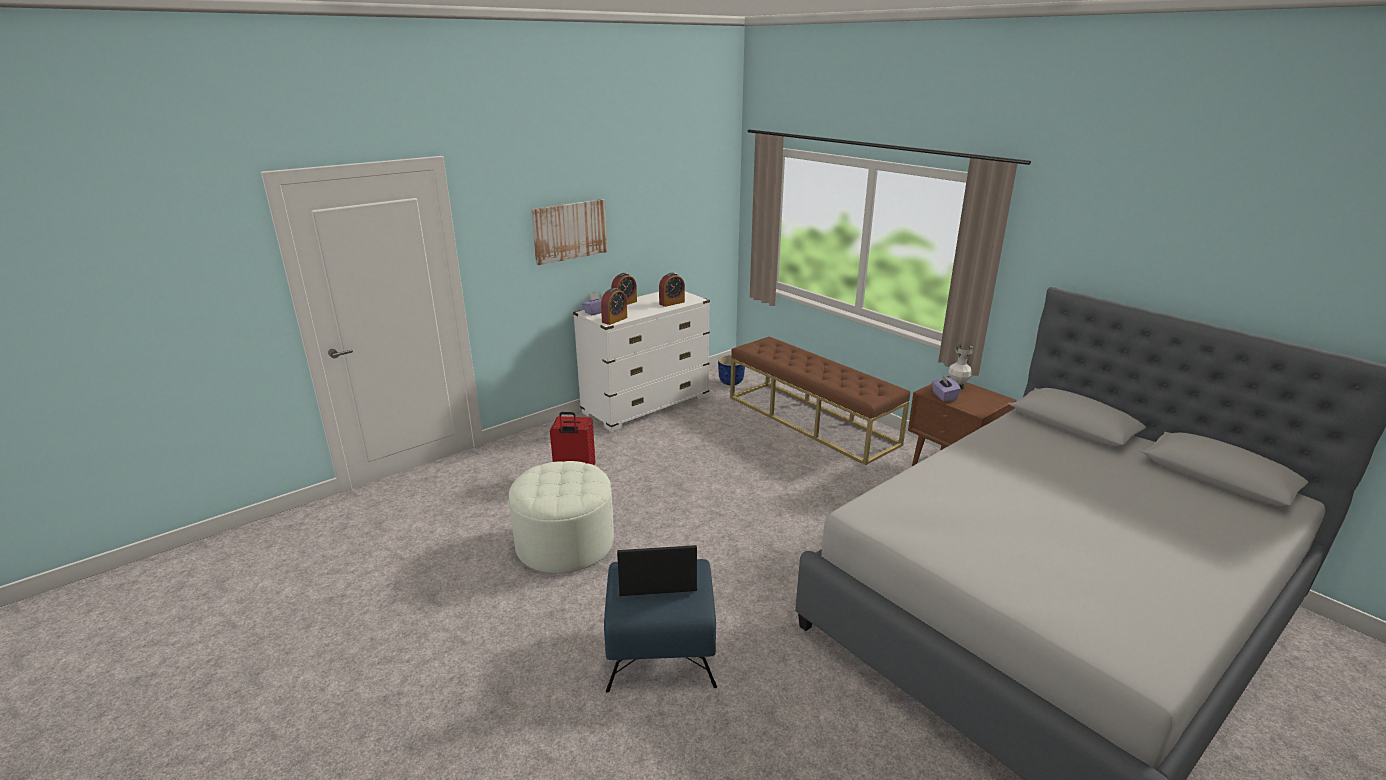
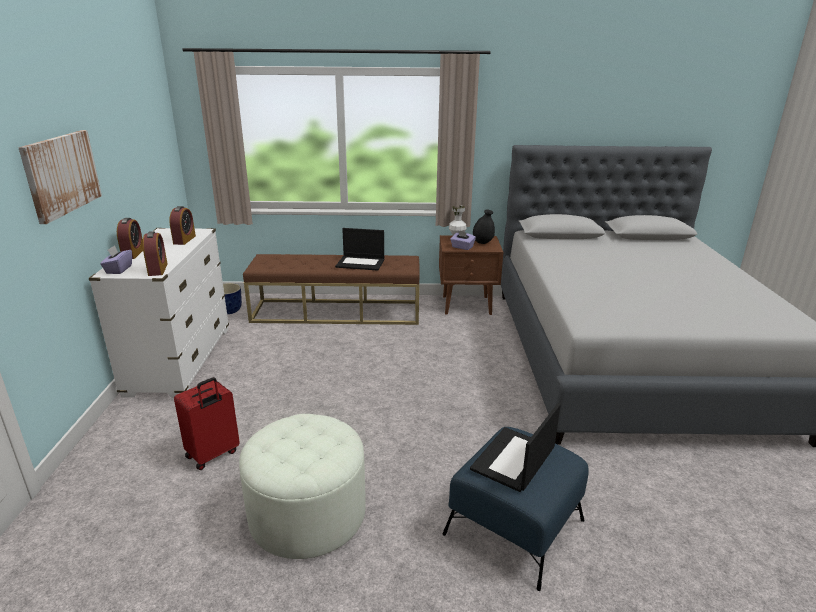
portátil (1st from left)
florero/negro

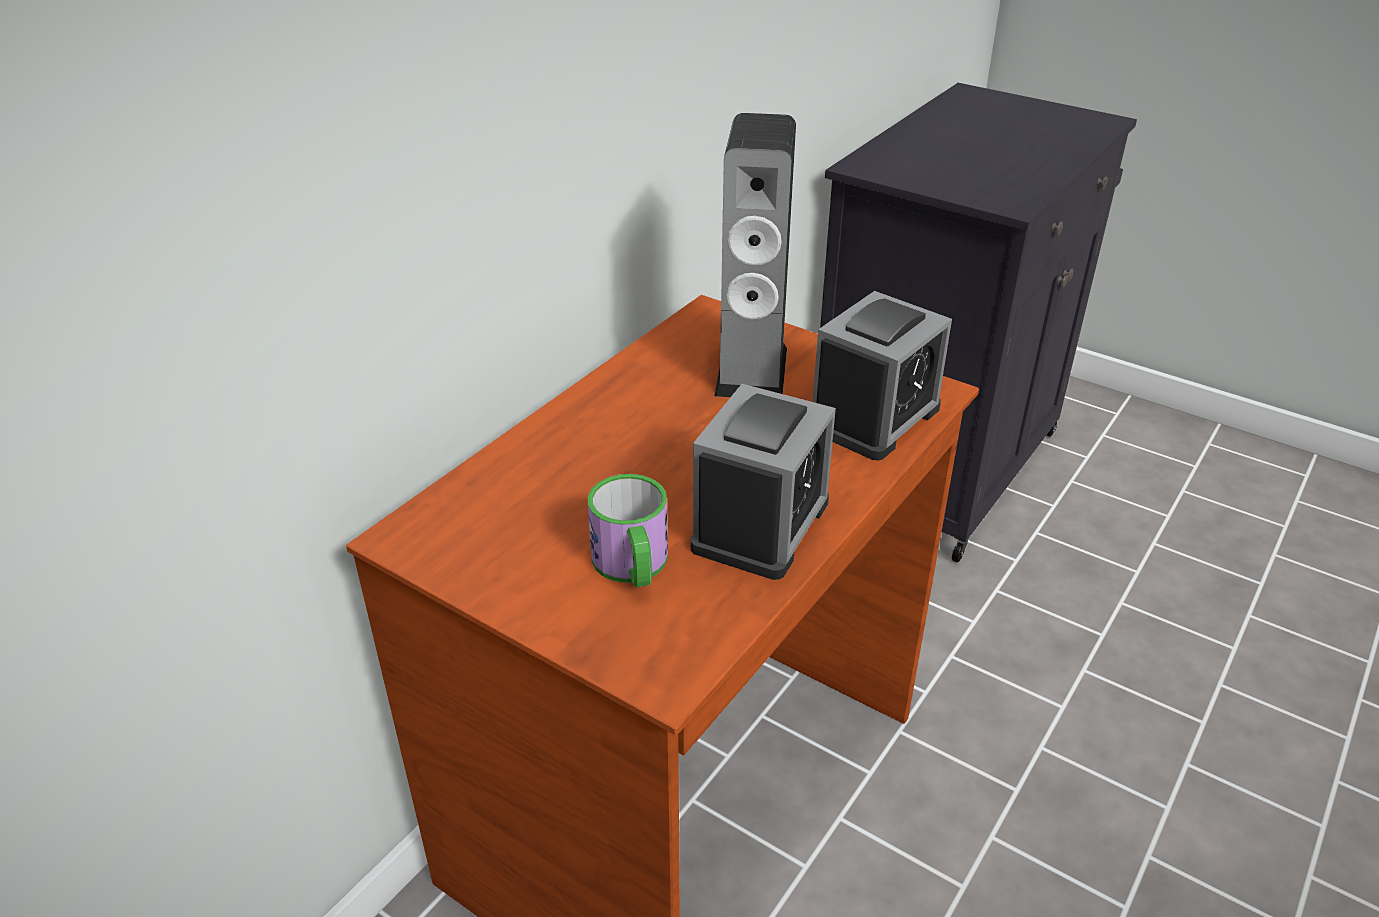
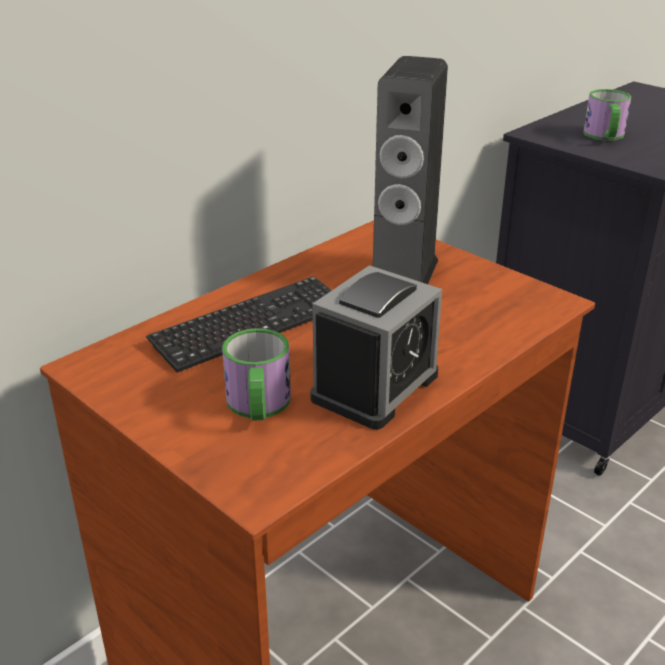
despertador (2nd from left in the first image)
teclado
taza grande (2nd from left)

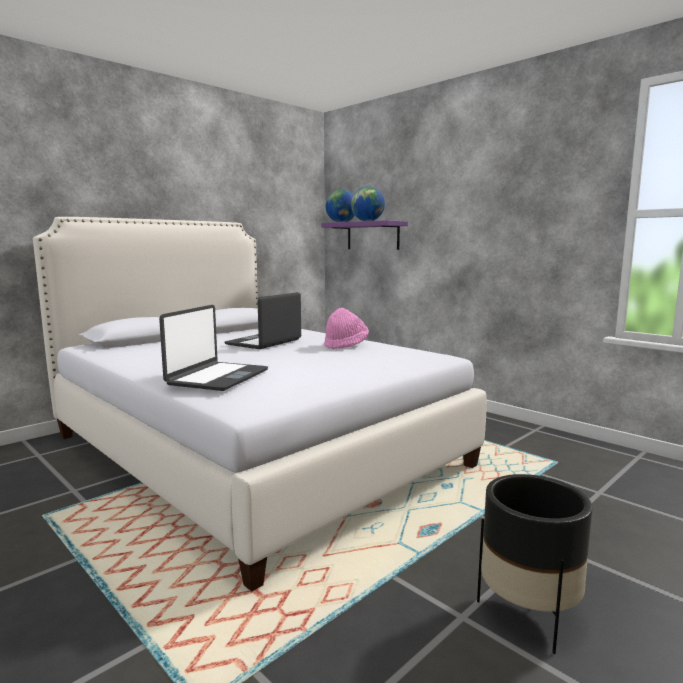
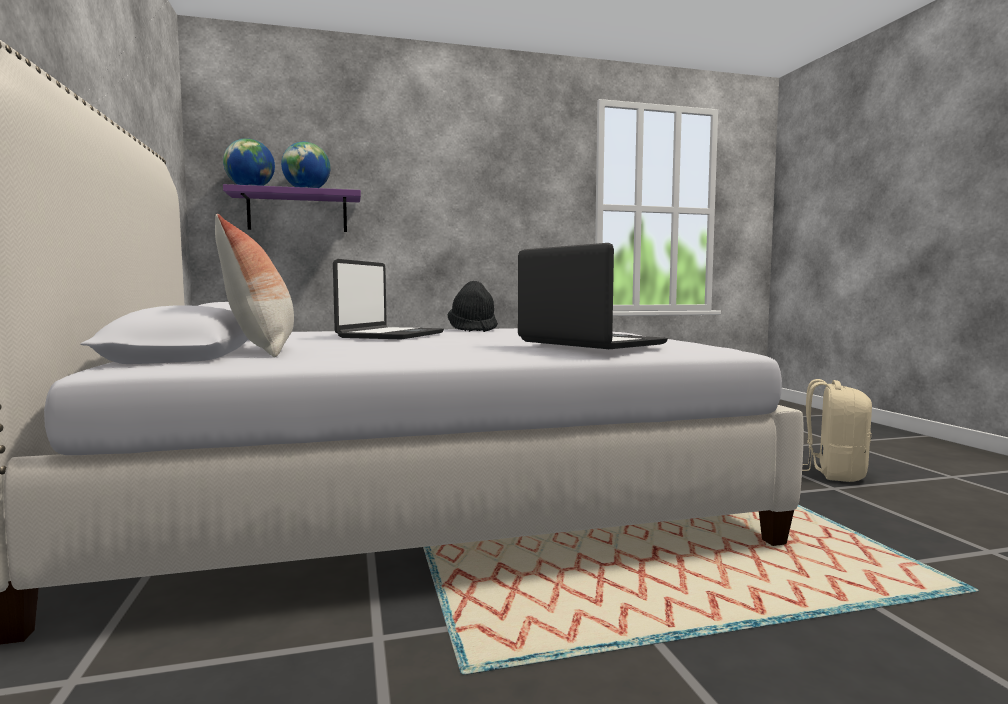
portátil (1st from left)
sombrero/negro
mochila/beis
cojín

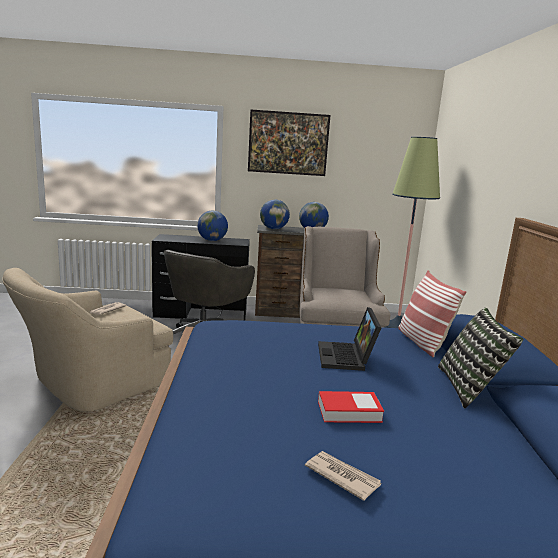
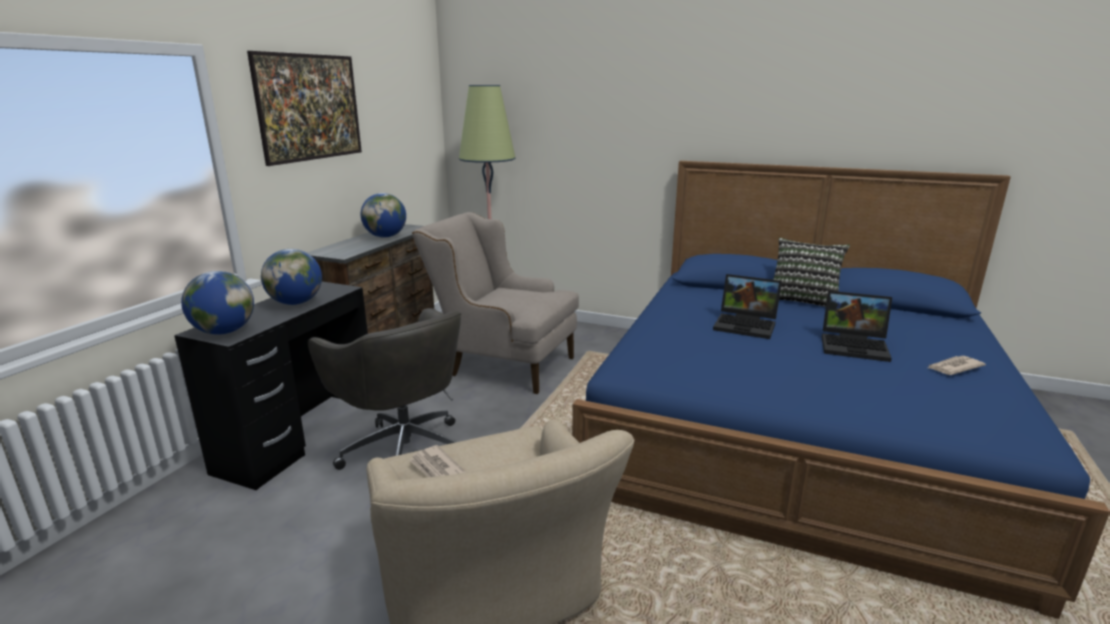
globo terráqueo (1st from left)
portátil (2nd from left)
cojín (1st from left in the first image)

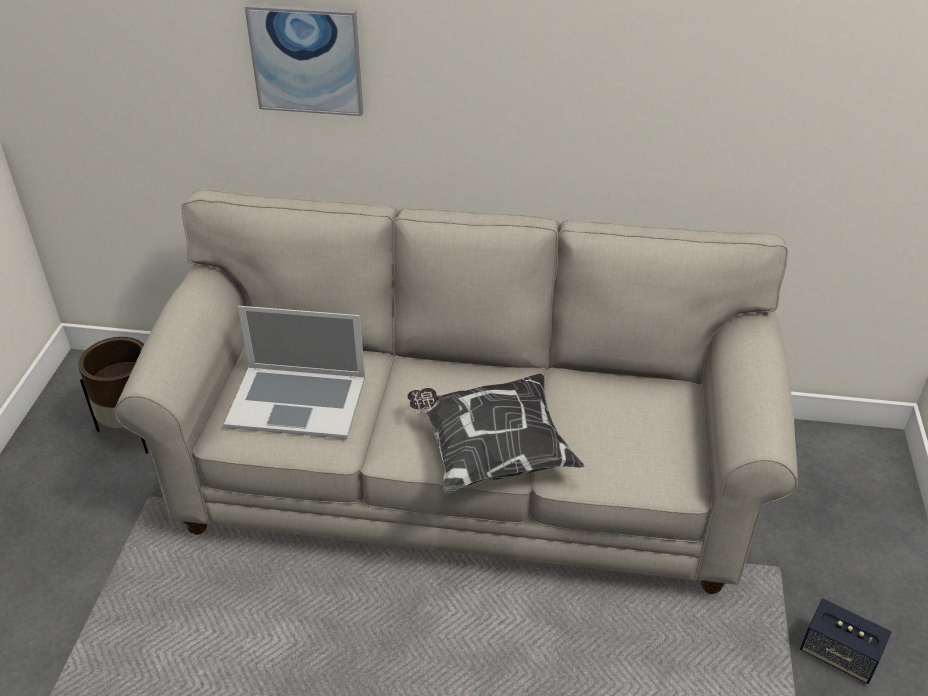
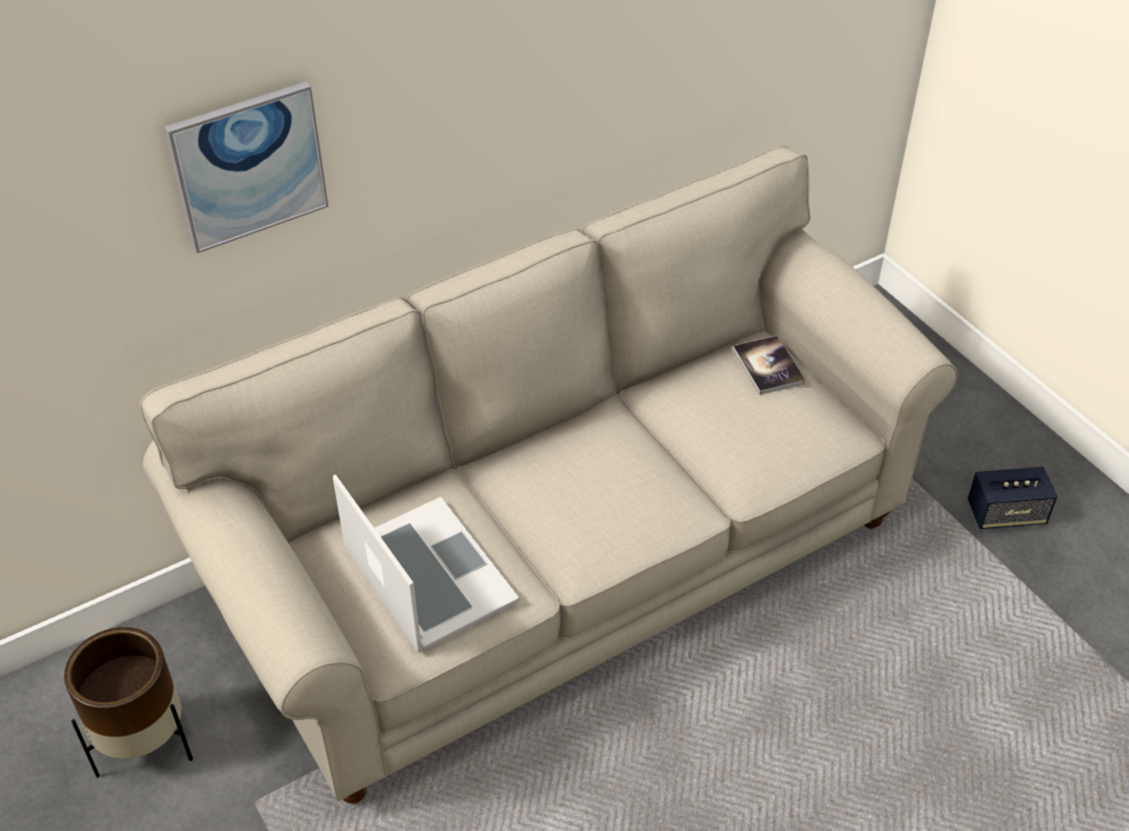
portátil
cojín
libro

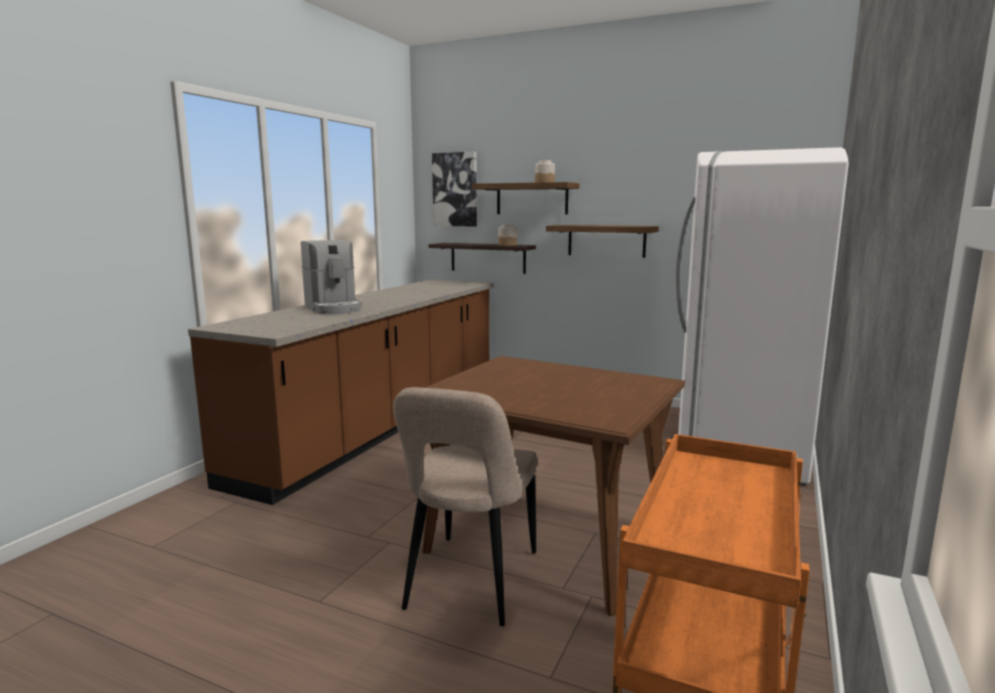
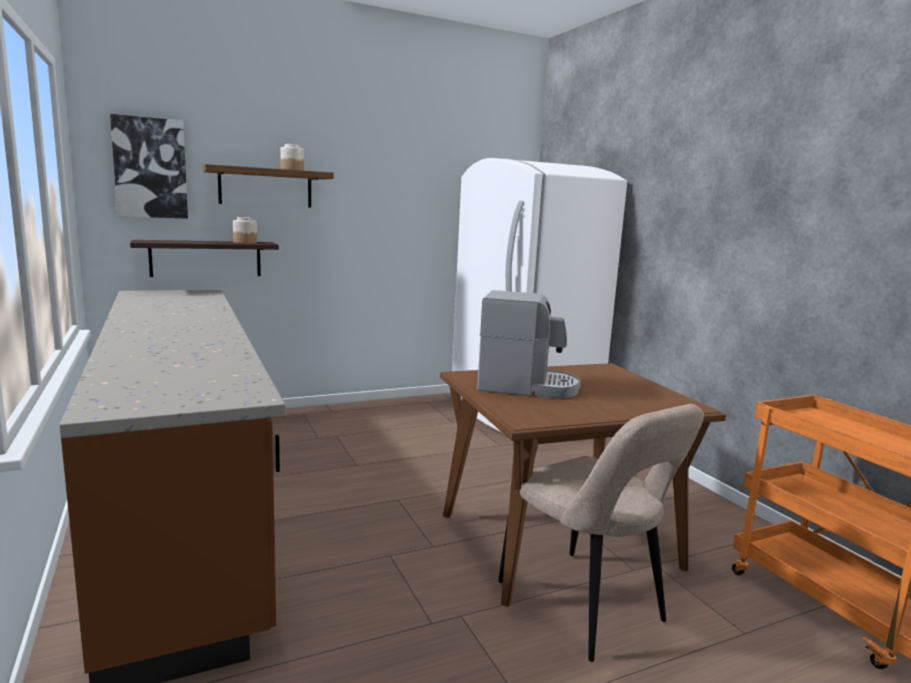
cafetera
estante (3rd from left in the first image)

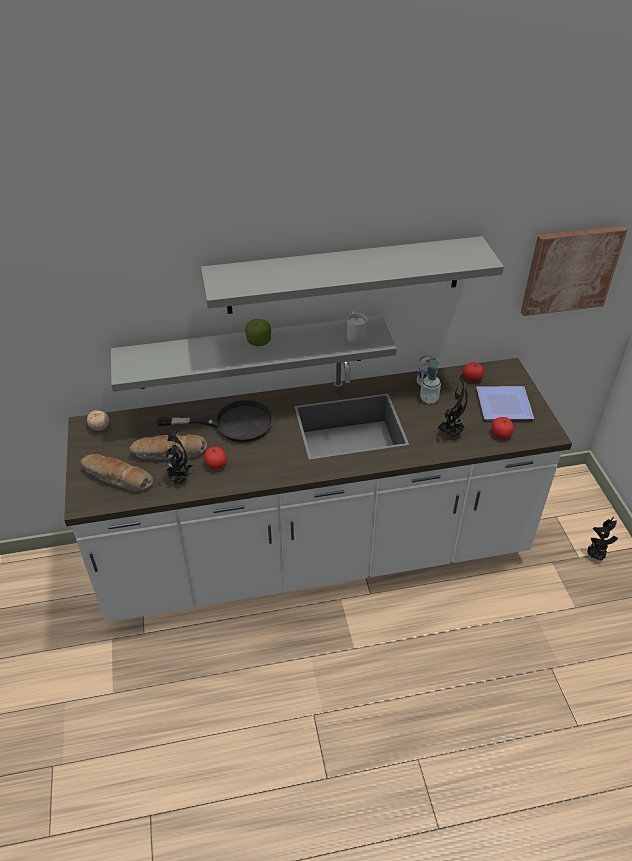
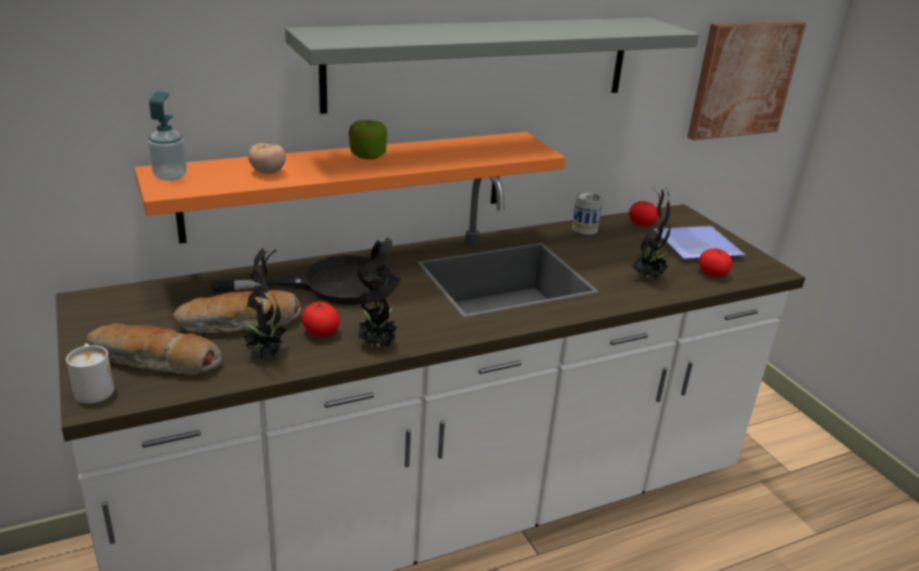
tomate (1st from left)
estante/naranja
taza grande/blanco
dispensador de jabón
planta en maceta (2nd from left)

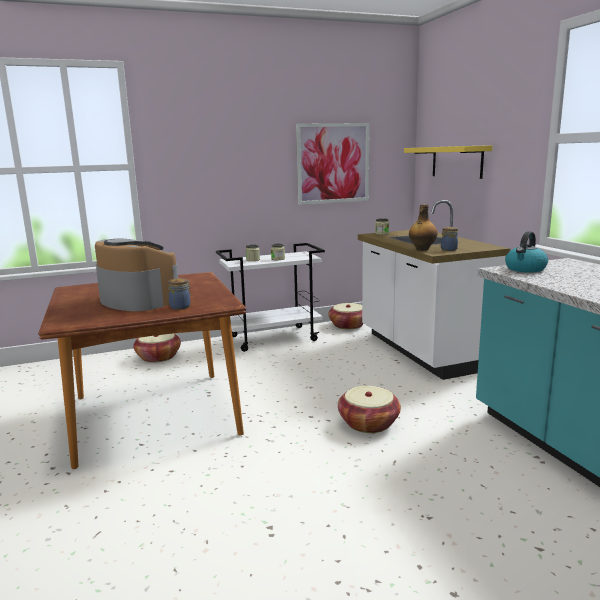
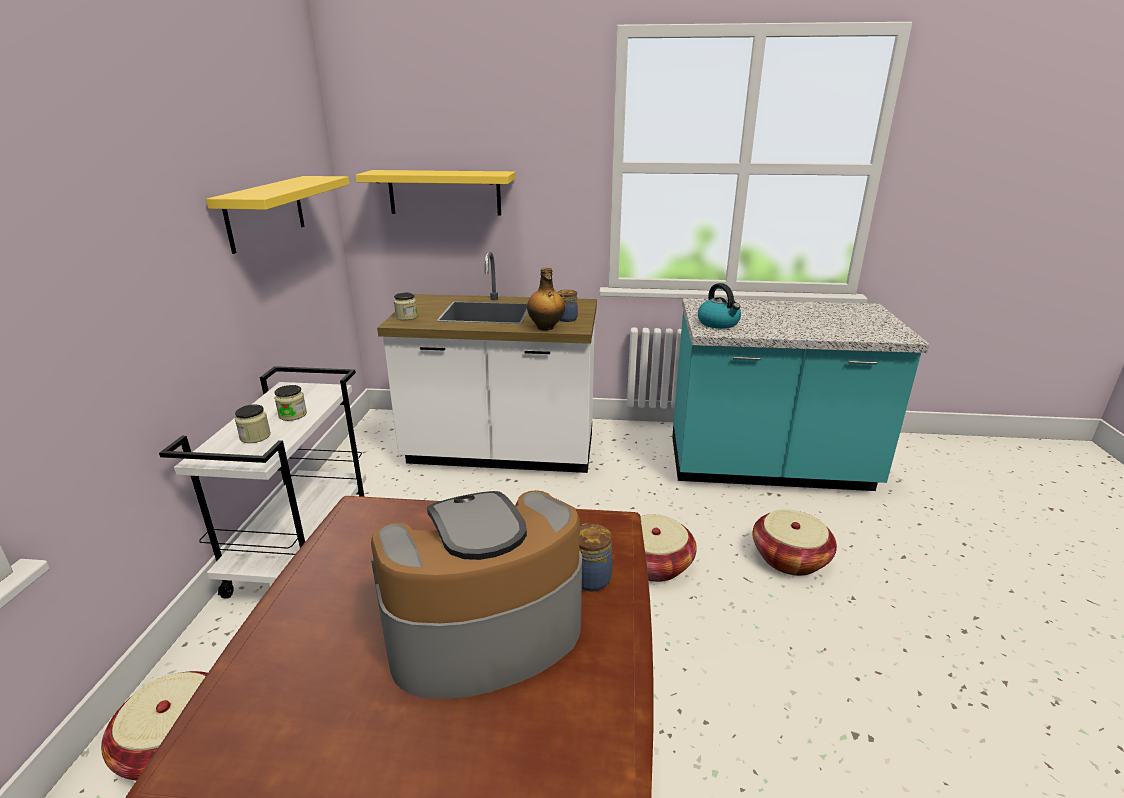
estante/amarillo (1st from left)
cesta (3rd from left)

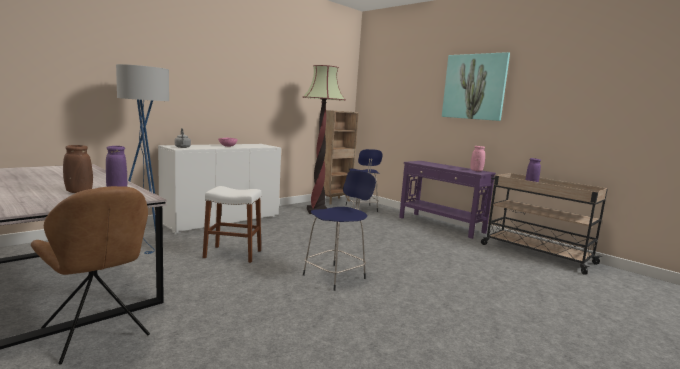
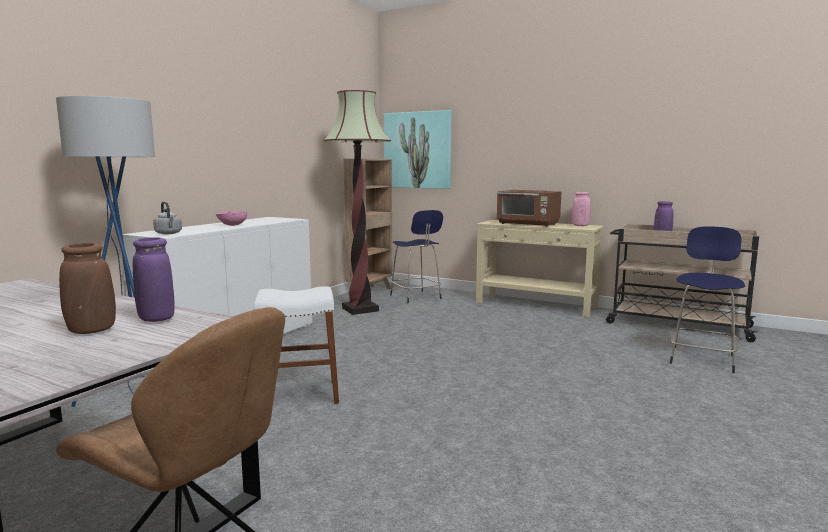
taburete/azul (2nd from left)
mesa consola/beis
cuadro
microondas/marrón

